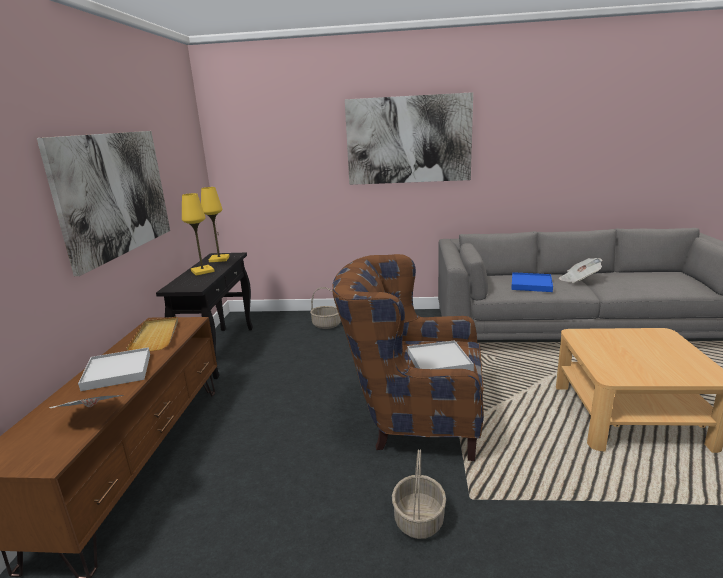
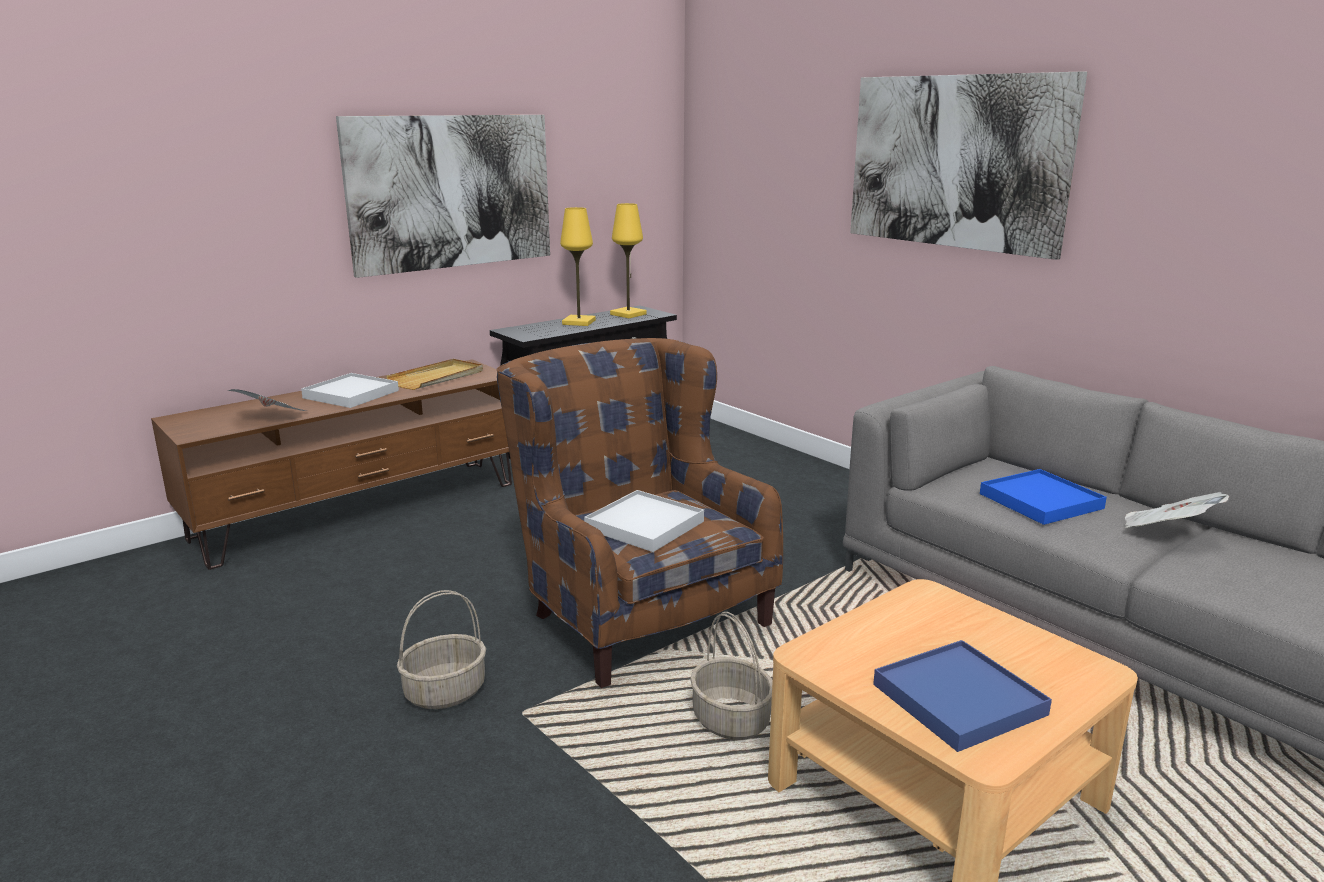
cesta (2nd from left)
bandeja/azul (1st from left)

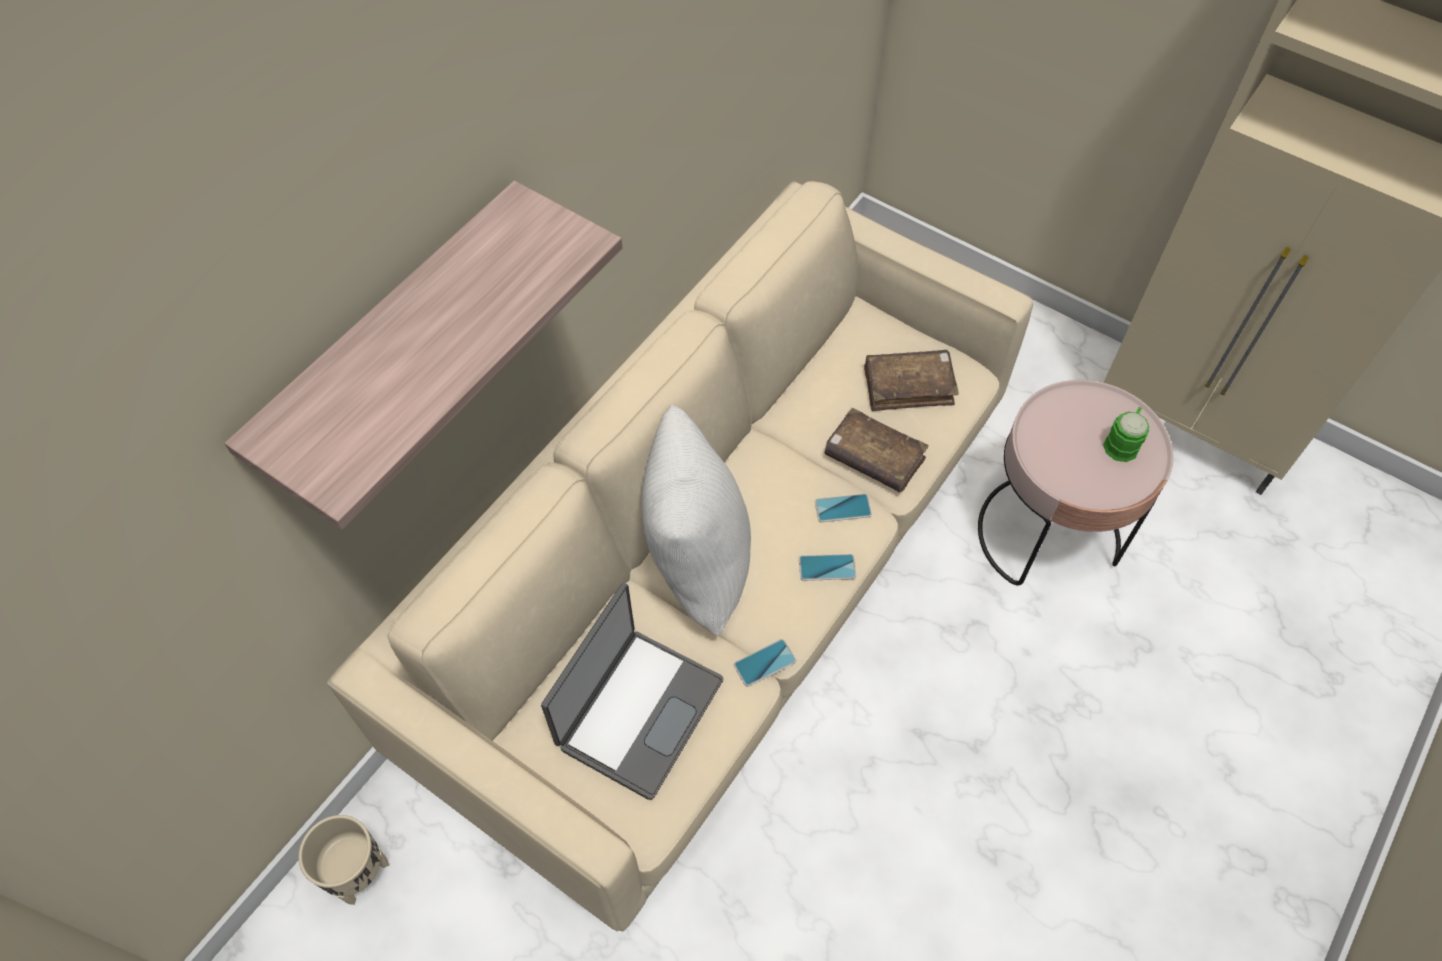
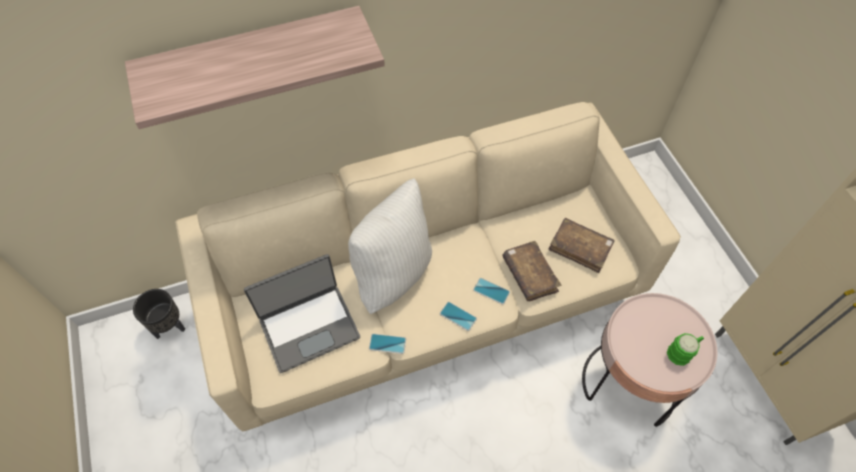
maceta/negro

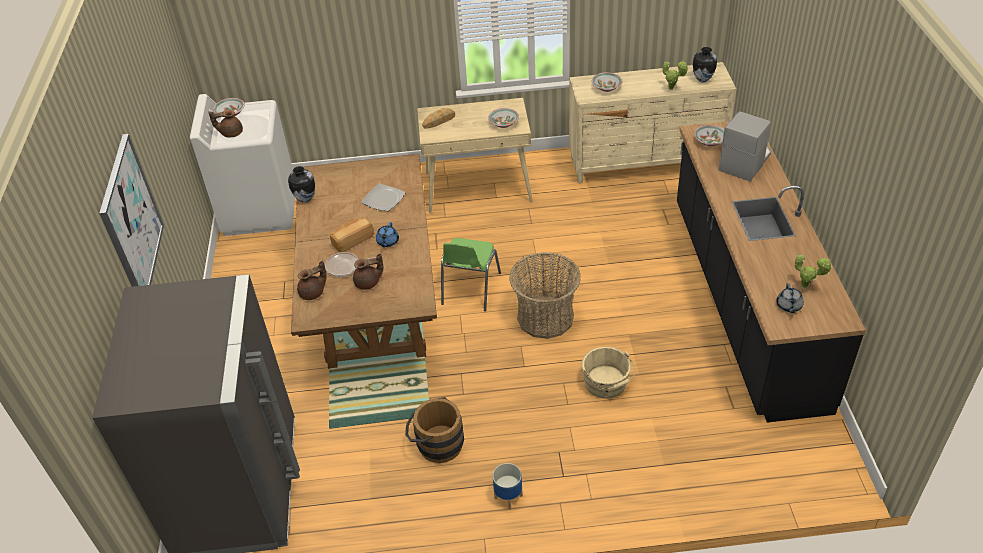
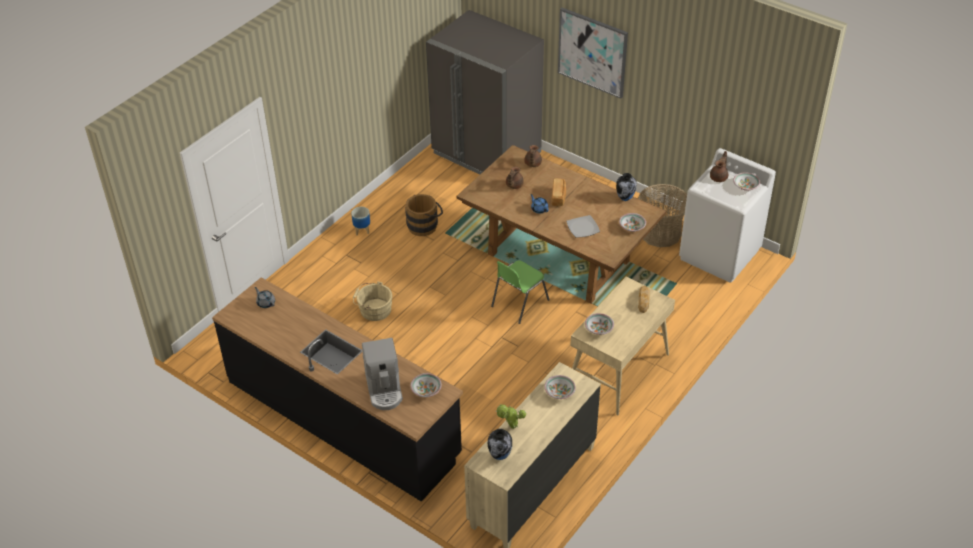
sartén
silla/verde
cesta
planta en maceta (2nd from left in the first image)
cuenco (4th from left)

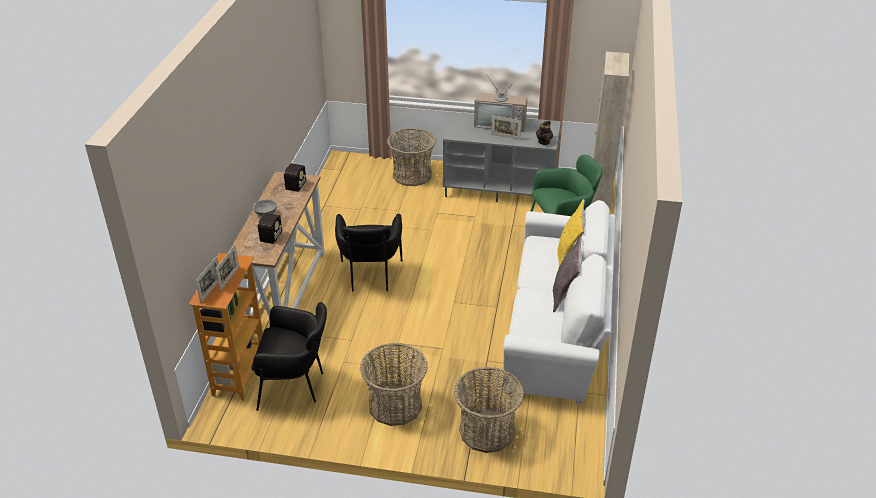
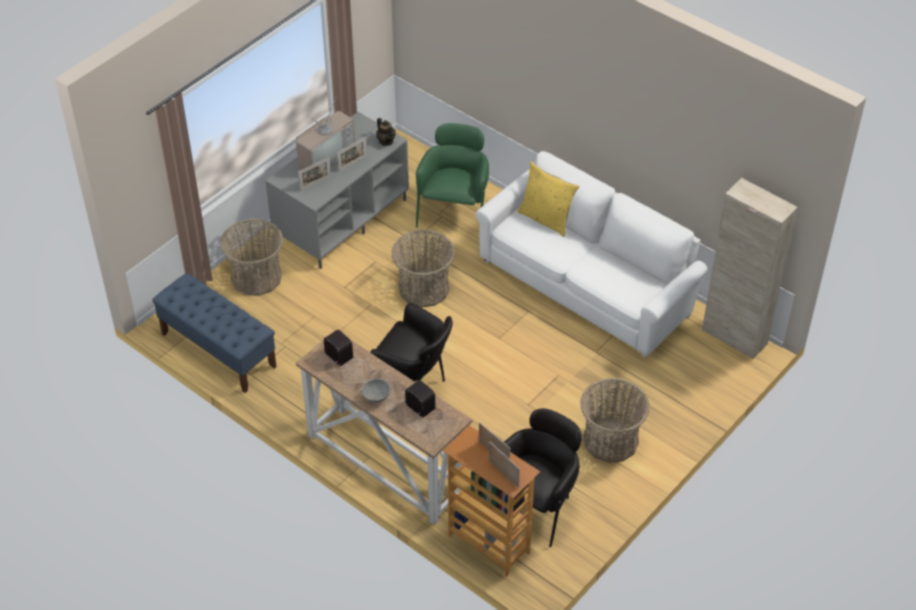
cesta (2nd from left)
cojín/gris
armario/beis
banco/azul
portarretratos (1st from left)

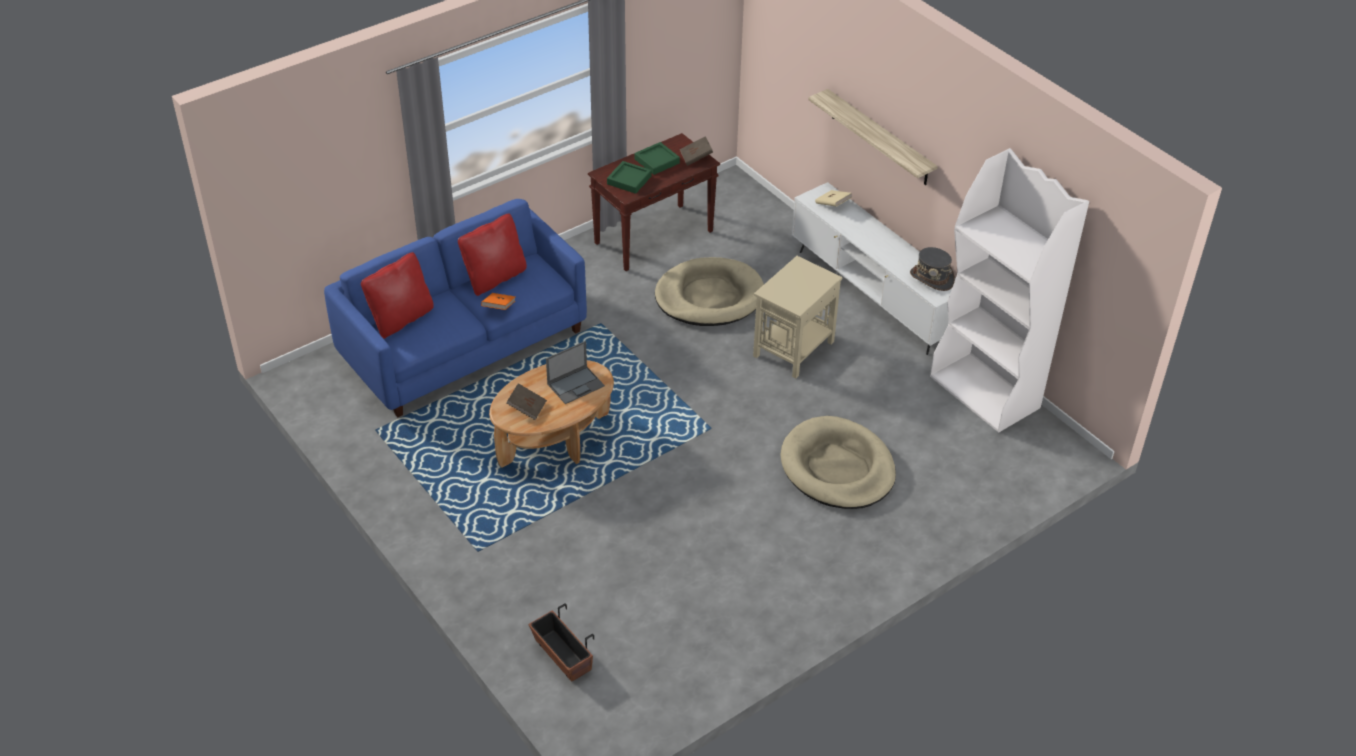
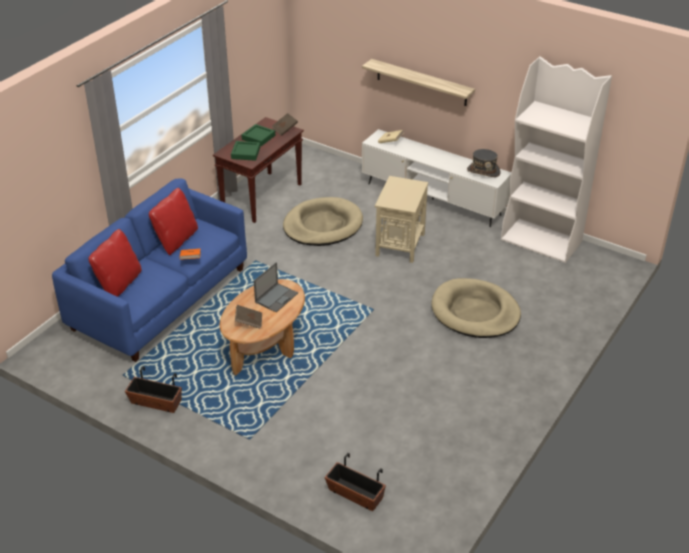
maceta (1st from left)

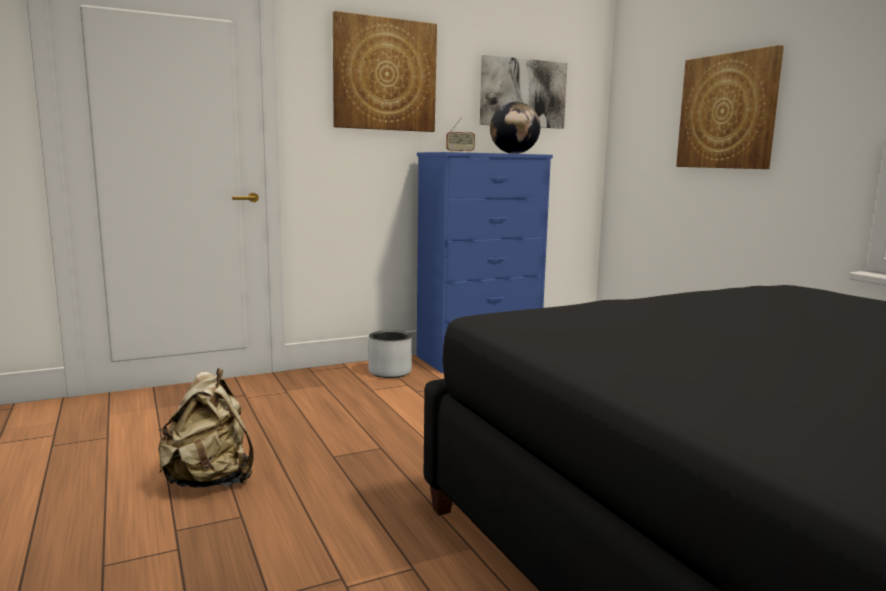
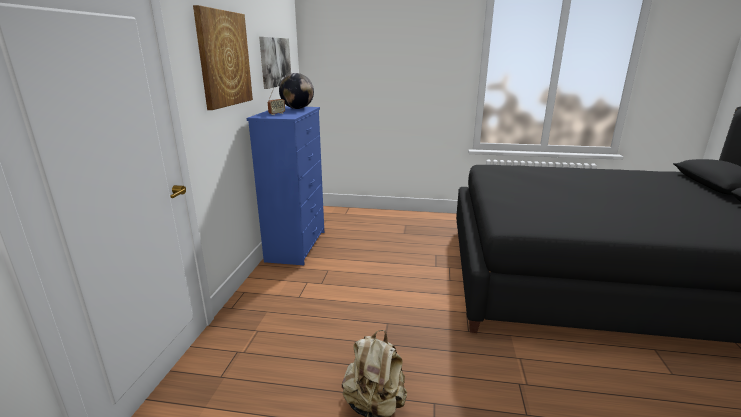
maceta/gris
cuadro (3rd from left in the first image)

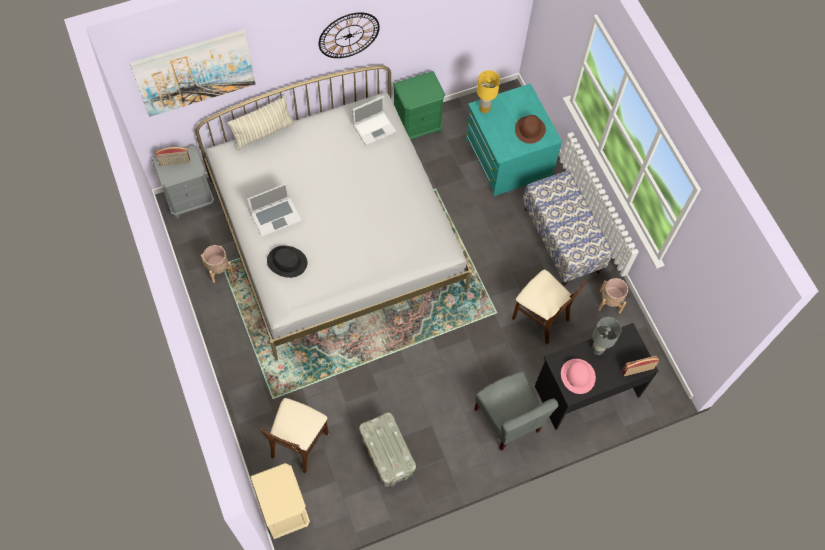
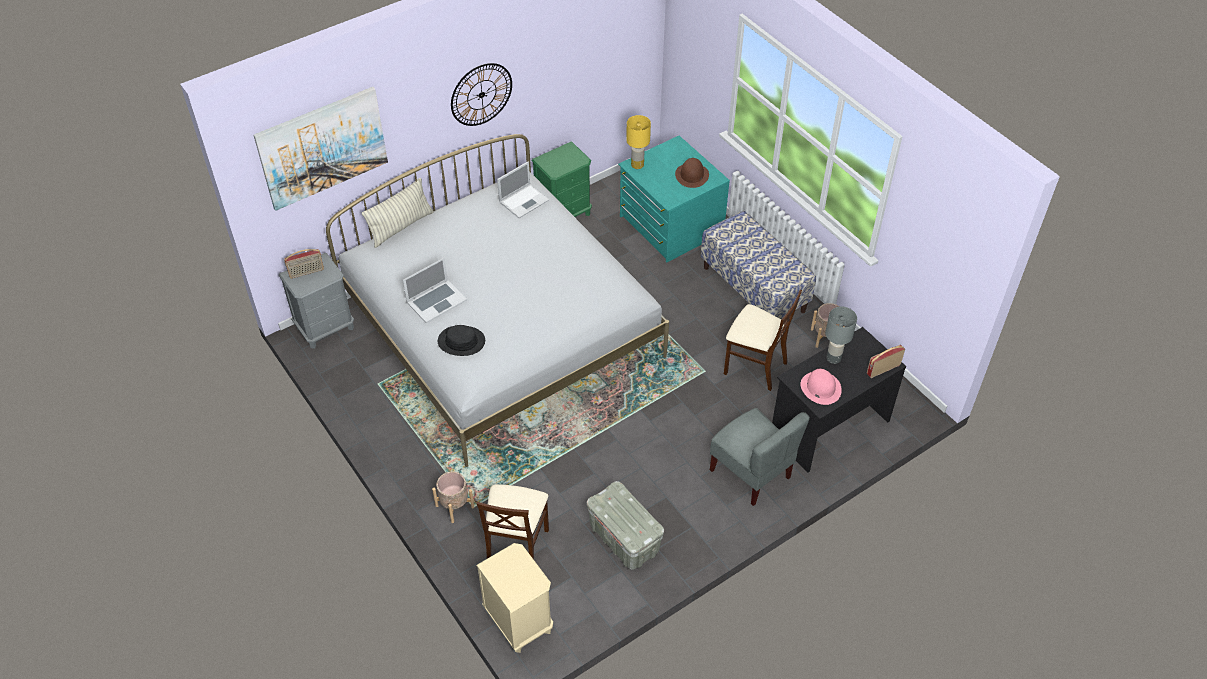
maceta/beis (1st from left)

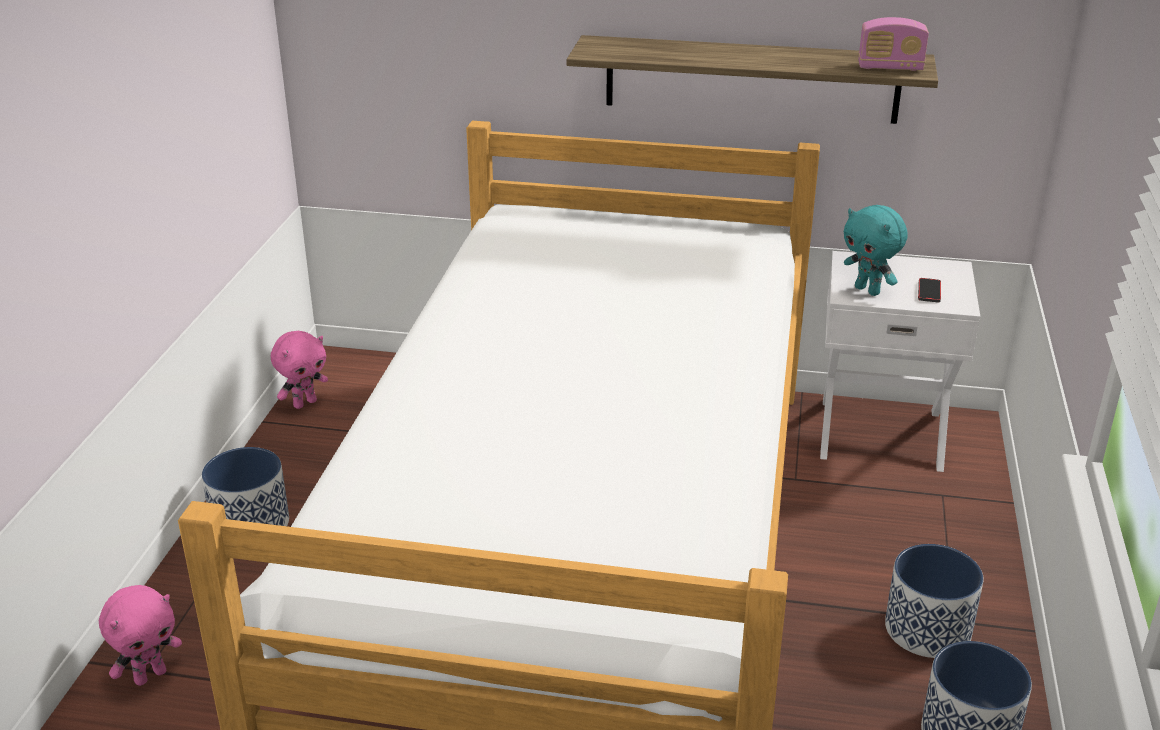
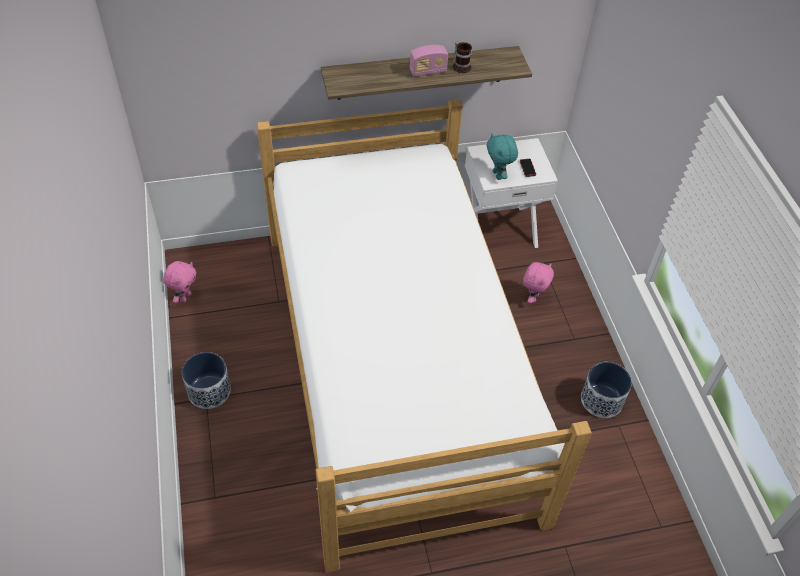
peluche/rosa (2nd from left)
peluche/turquesa
radio
maceta (2nd from left in the first image)
taza grande

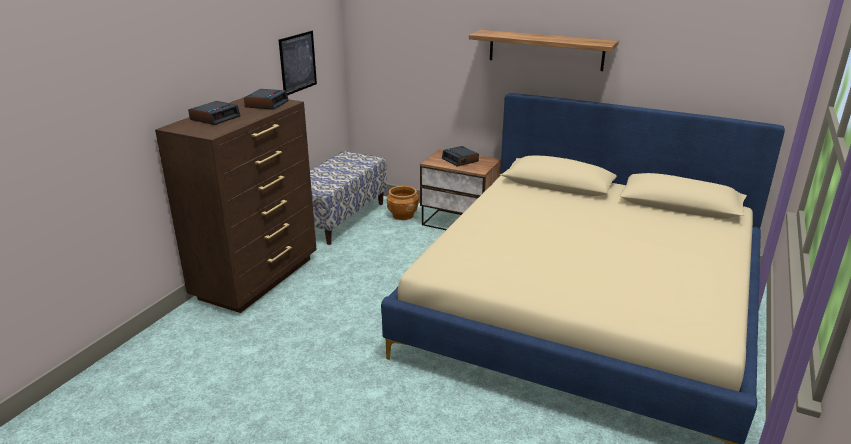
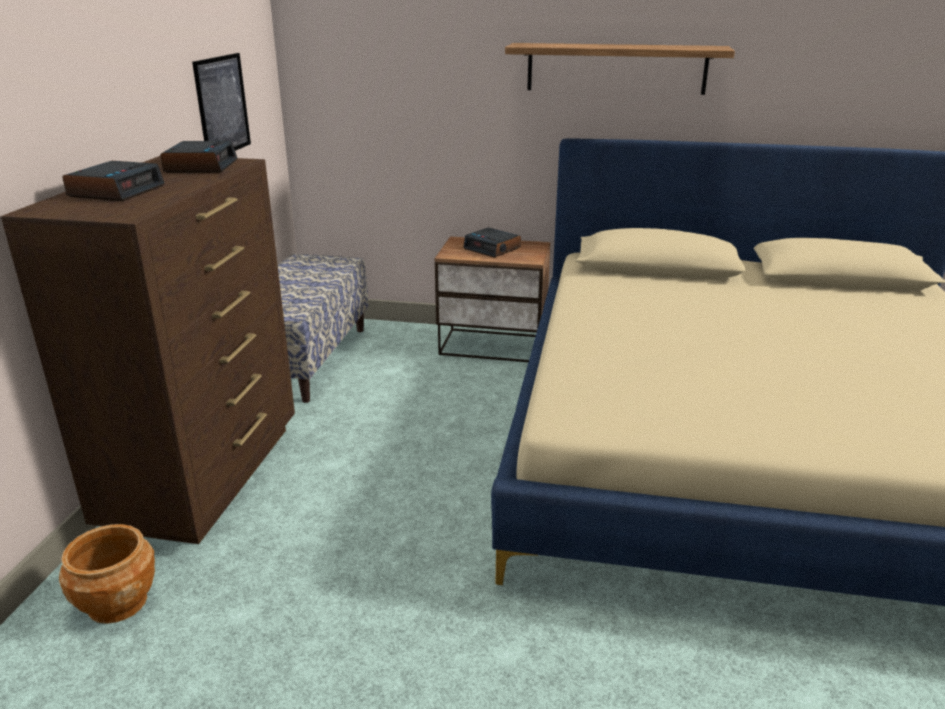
maceta/marrón

